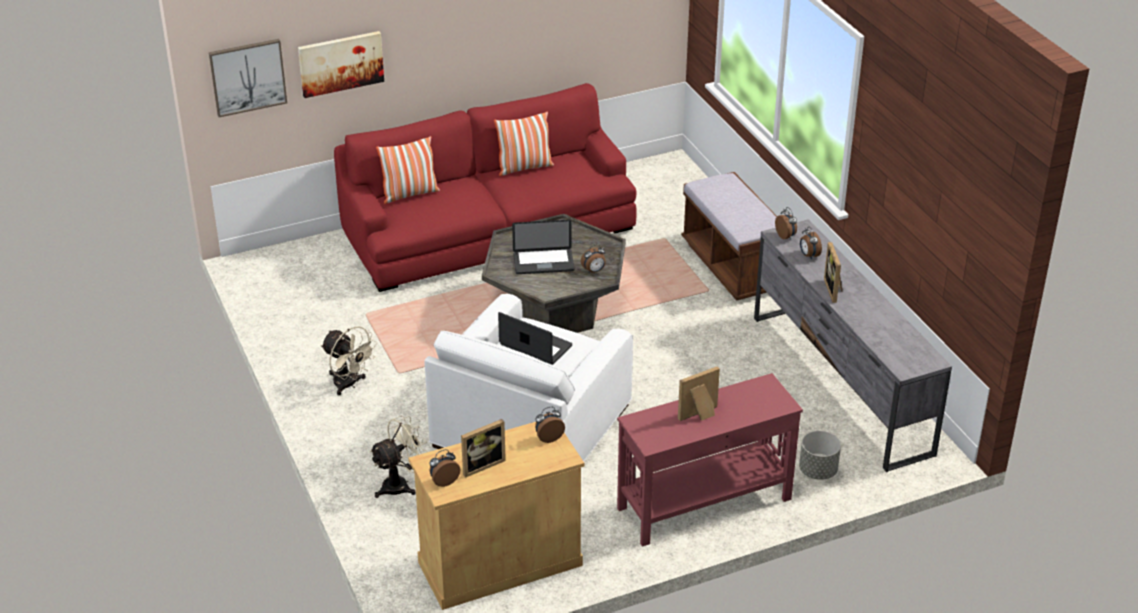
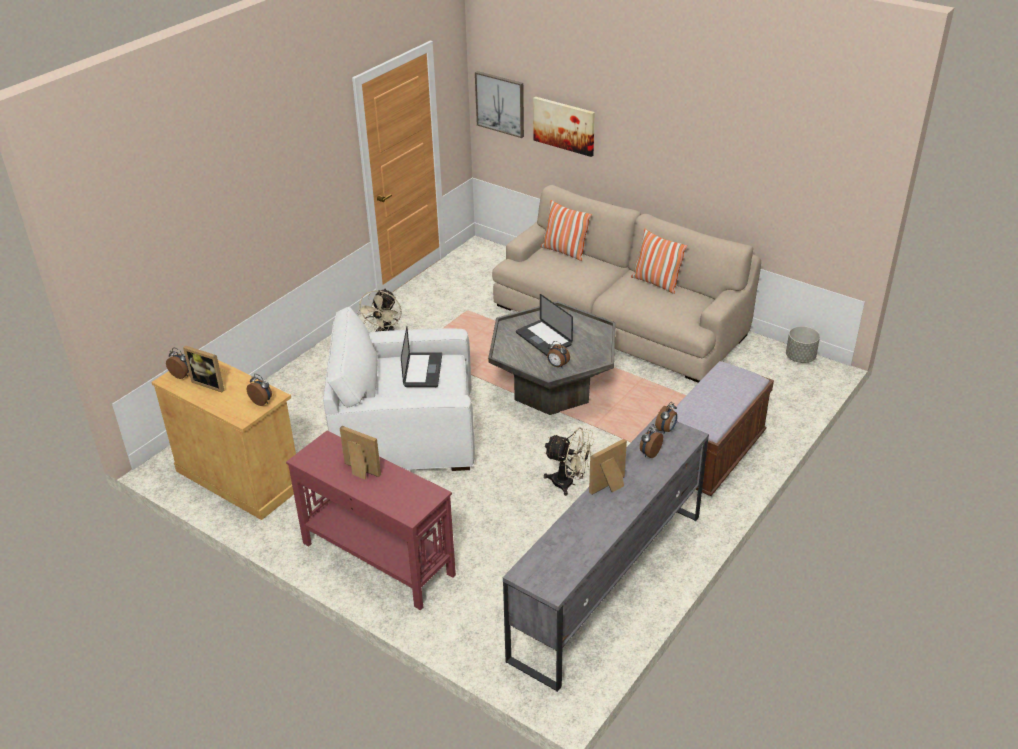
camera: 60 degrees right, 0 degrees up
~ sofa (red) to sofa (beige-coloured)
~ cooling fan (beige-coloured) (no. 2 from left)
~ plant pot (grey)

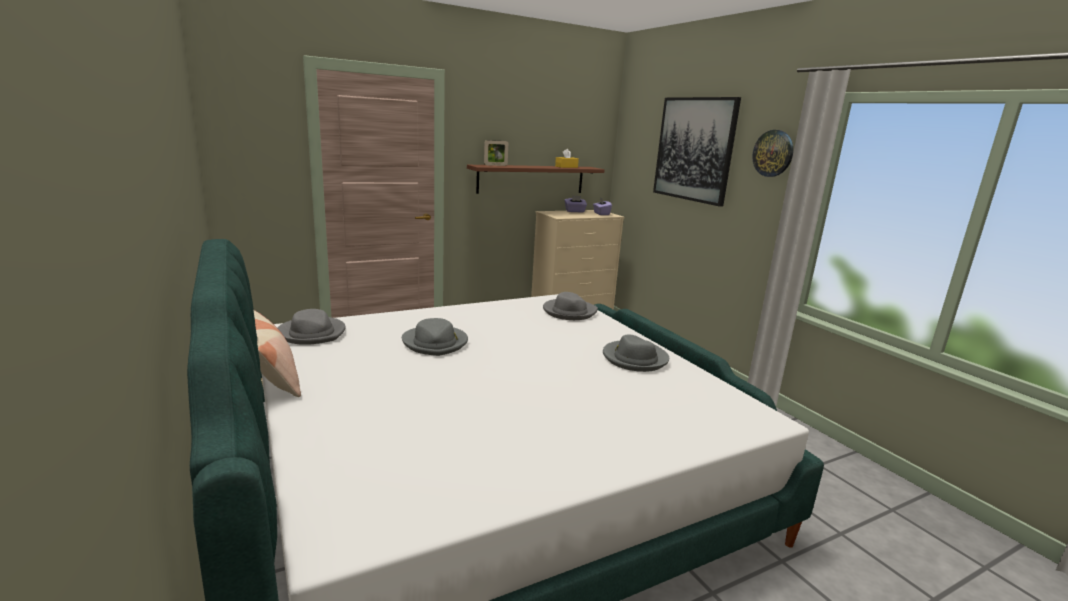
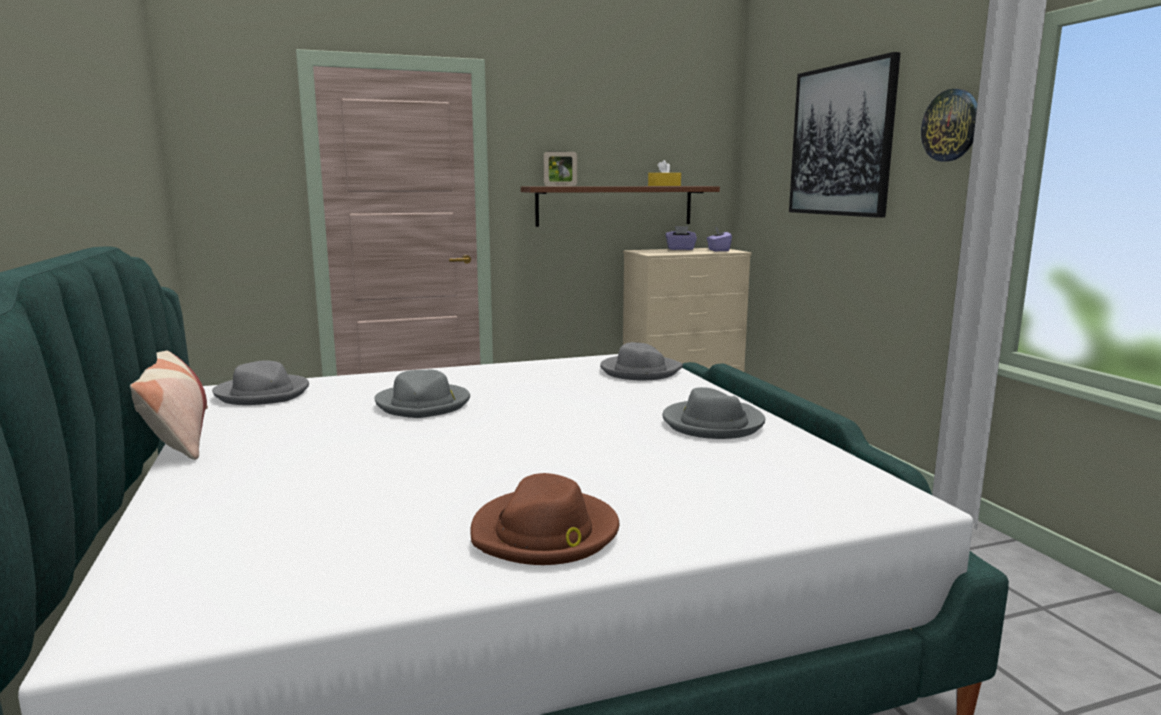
camera: 10 degrees right, 5 degrees down
+ wearable hat (brownish)

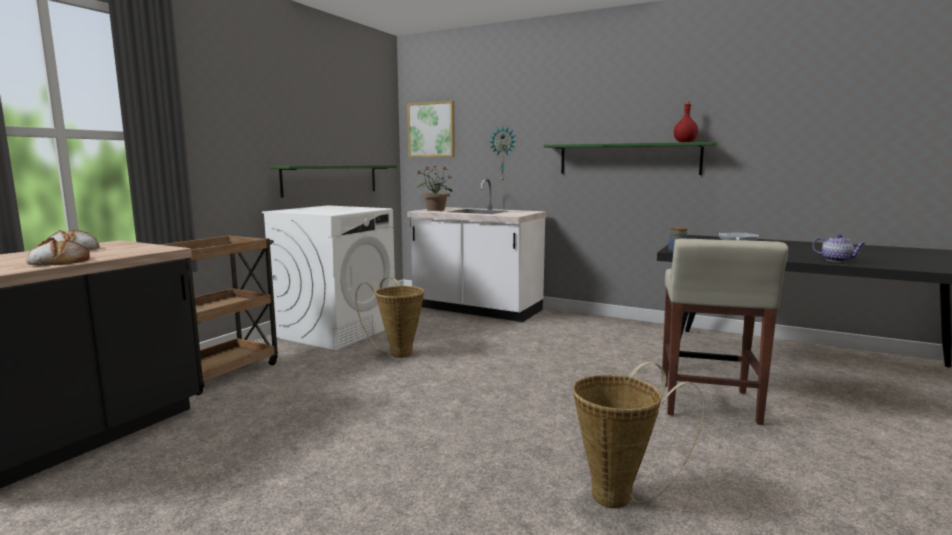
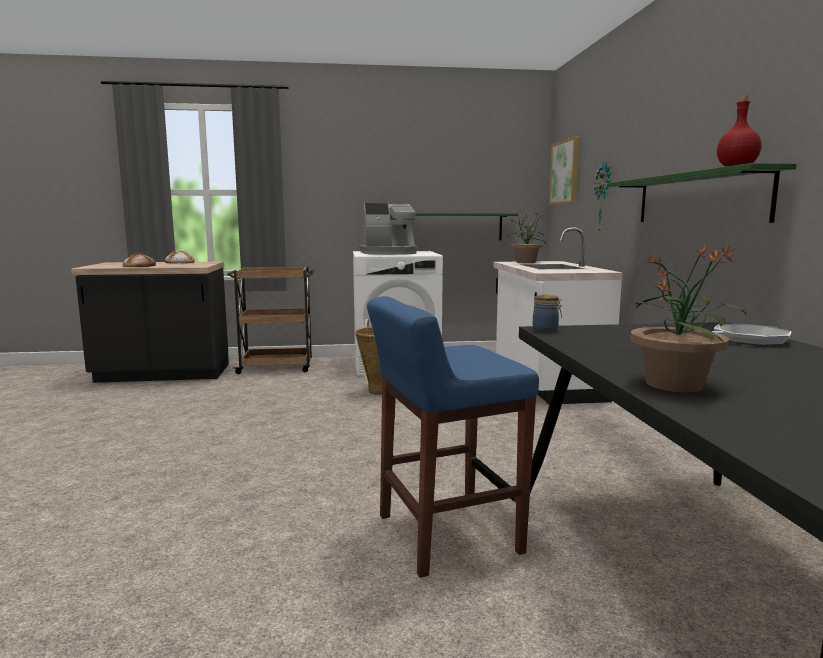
camera: 55 degrees right, 0 degrees up
~ tea pot to potted plant (no. 2 from left)
~ stool (beige-coloured) to stool (bluish)
- storage basket (no. 2 from left)
+ coffee machine

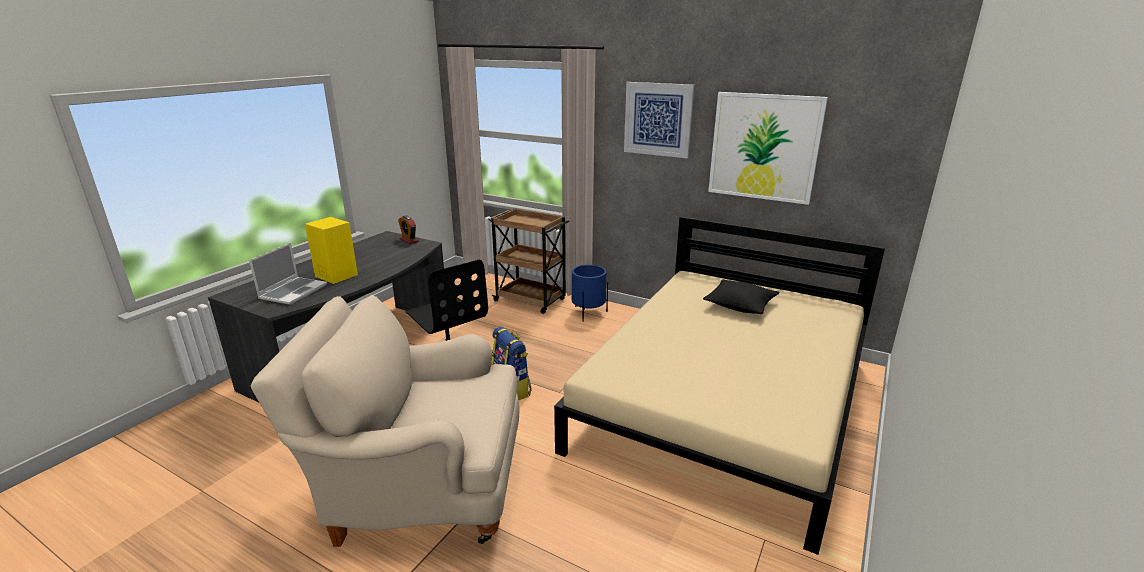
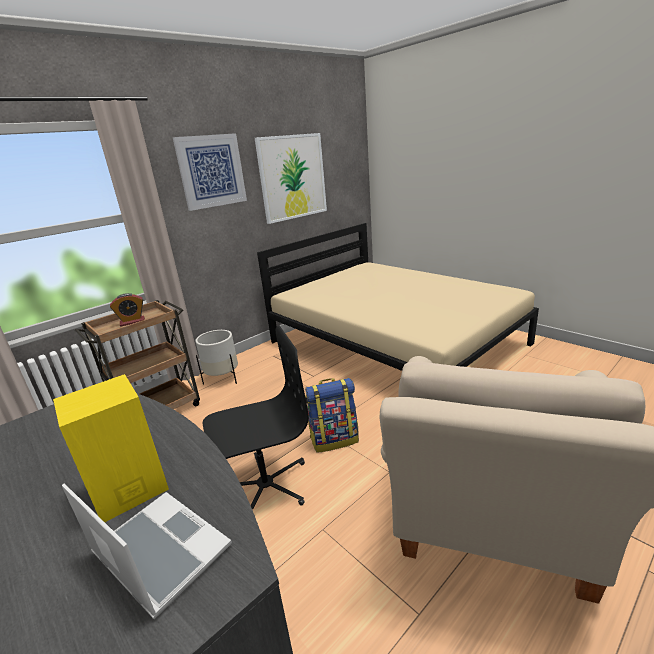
camera: 70 degrees left, 0 degrees up
~ alarm clock
~ plant pot (bluish) to plant pot (white-coloured)
- throw pillow (blackish)

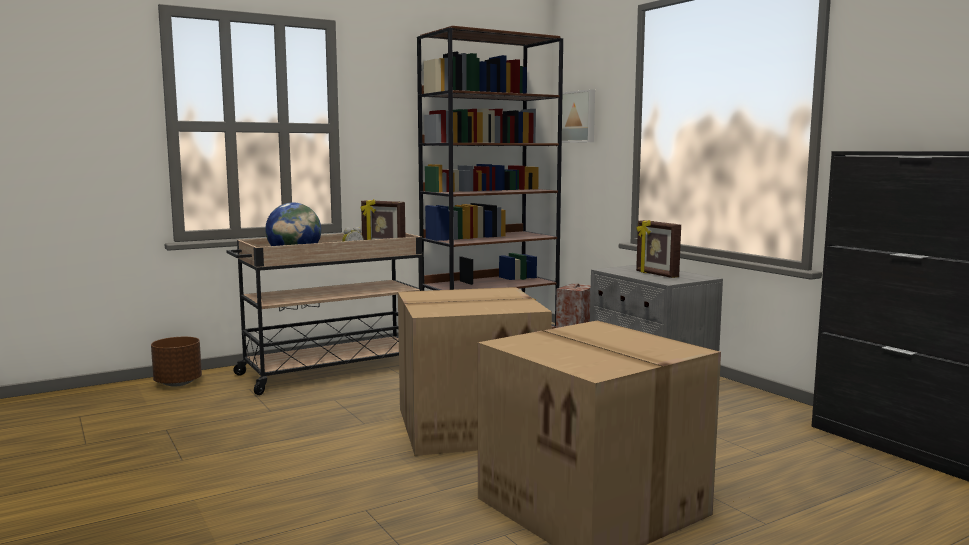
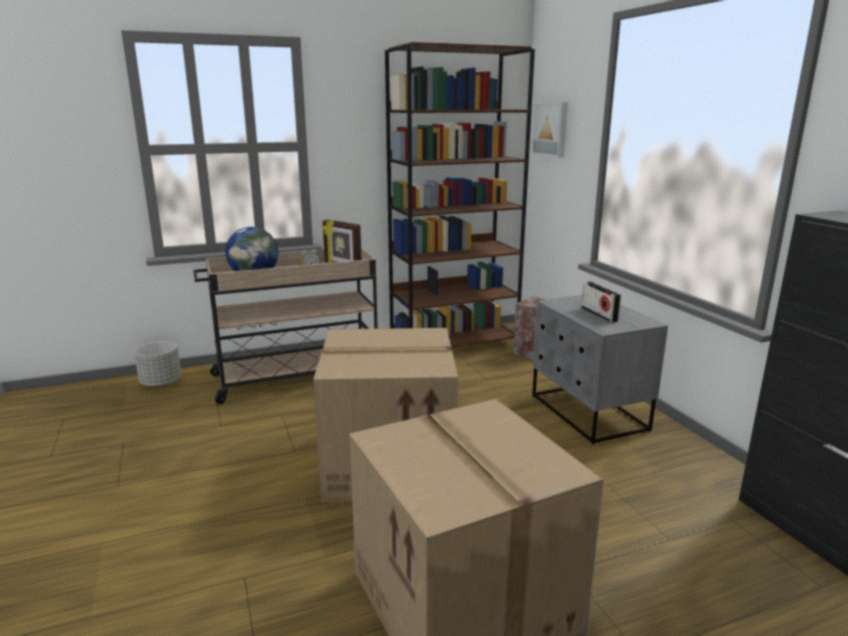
camera: 10 degrees right, 10 degrees up
~ photo frame (no. 2 from left) to radio set
~ plant pot (brownish) to plant pot (grey)

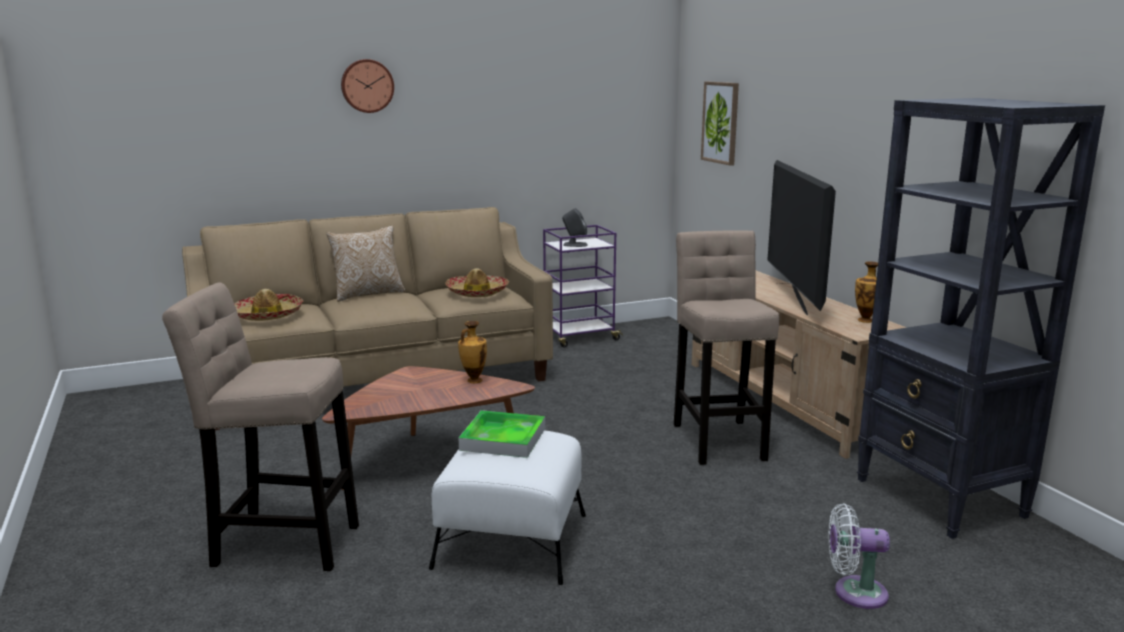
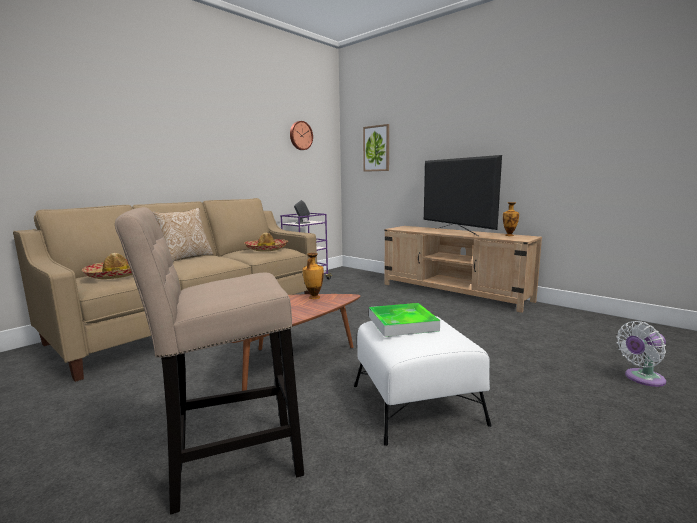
camera: 25 degrees left, 5 degrees down
~ hanging clock
- bookcase (blackish)
- stool (beige-coloured) (no. 2 from left)

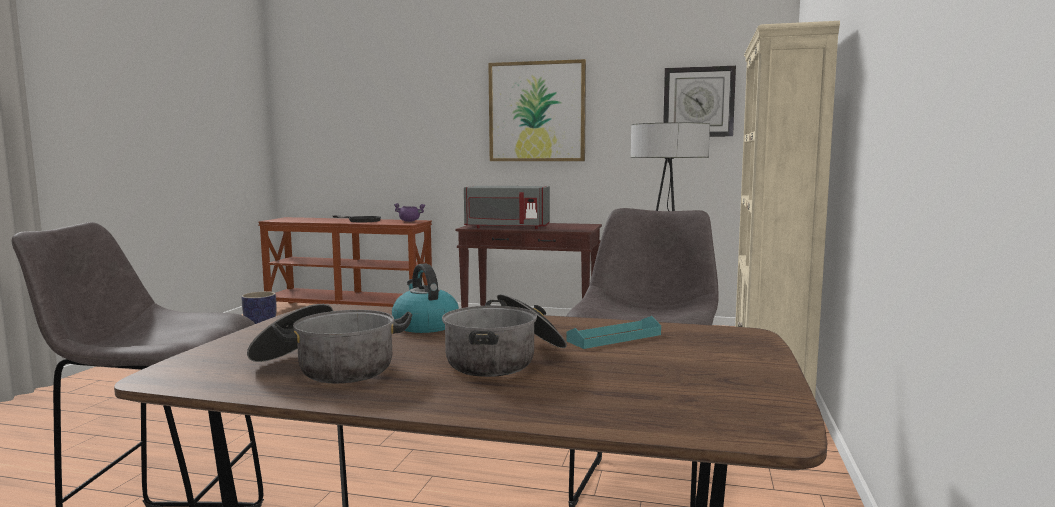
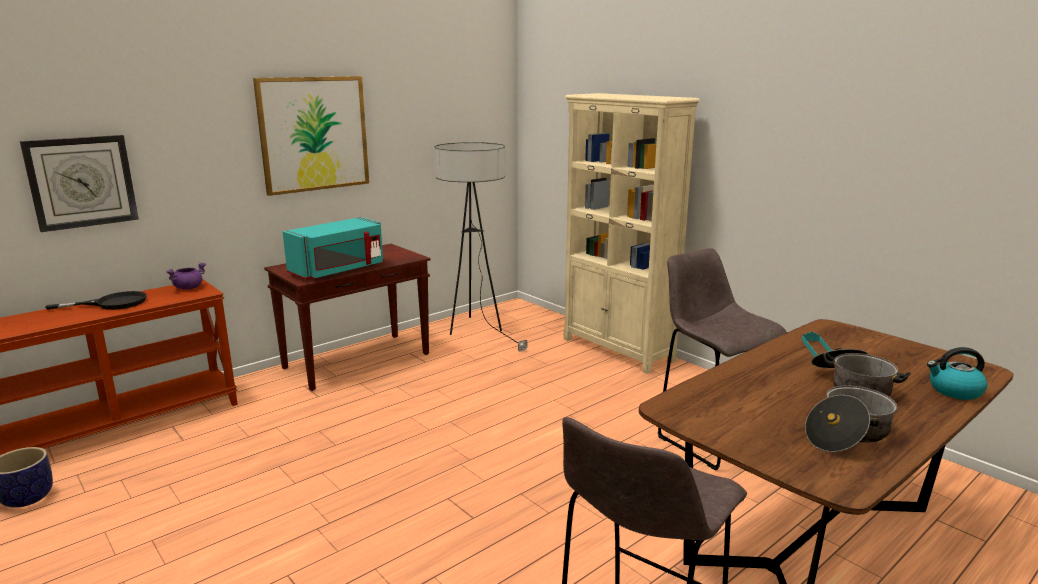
camera: 55 degrees left, 10 degrees up
~ hanging clock
~ kitchen microwave (grey) to kitchen microwave (turquoise-coloured)
~ kettle

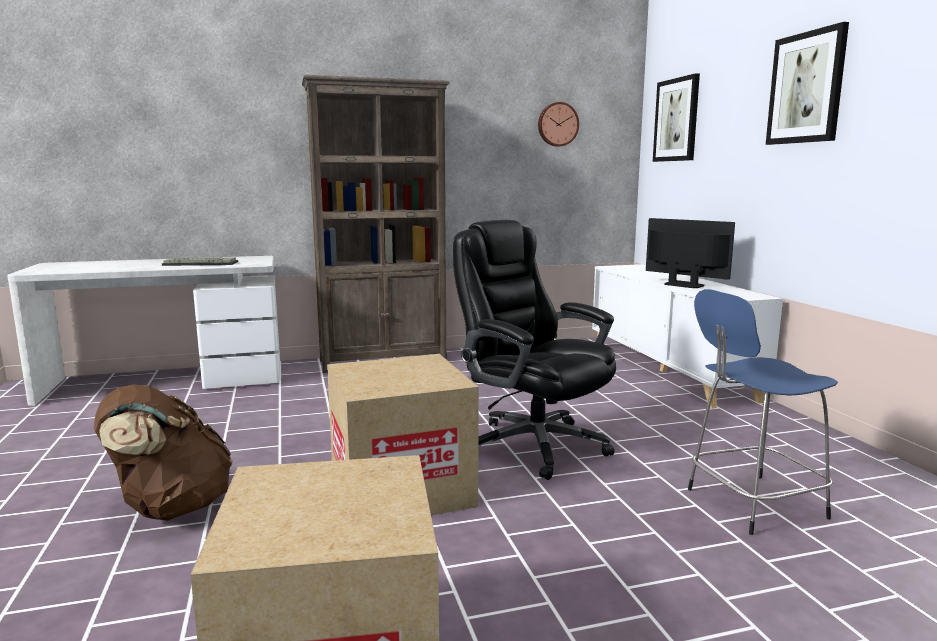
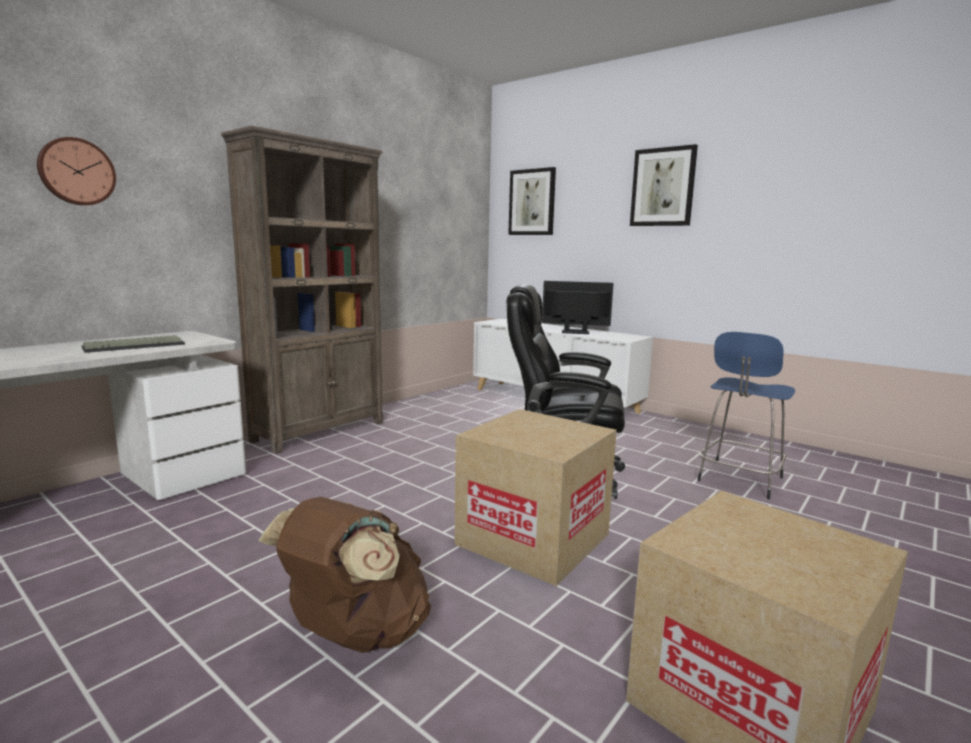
camera: 35 degrees left, 0 degrees up
~ hanging clock

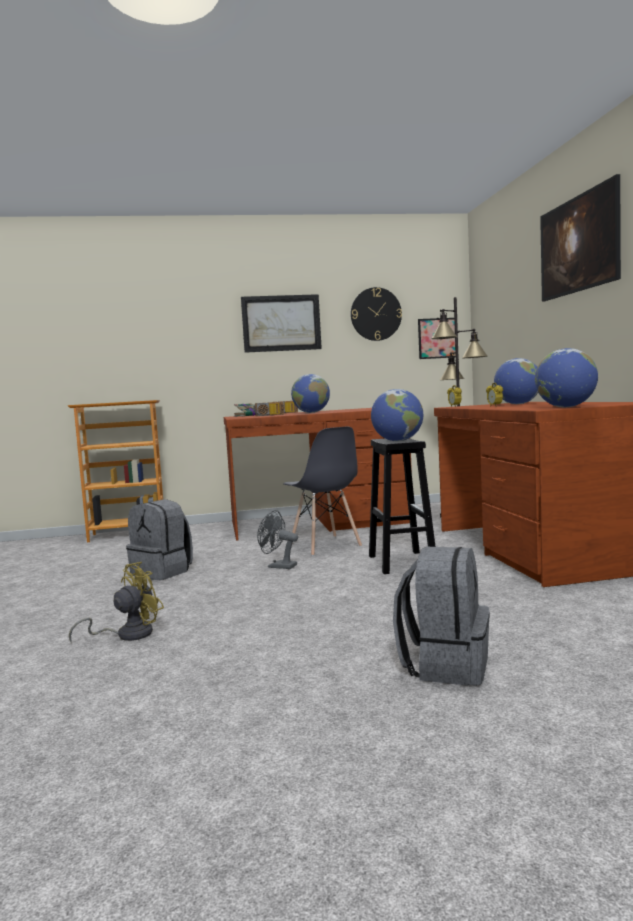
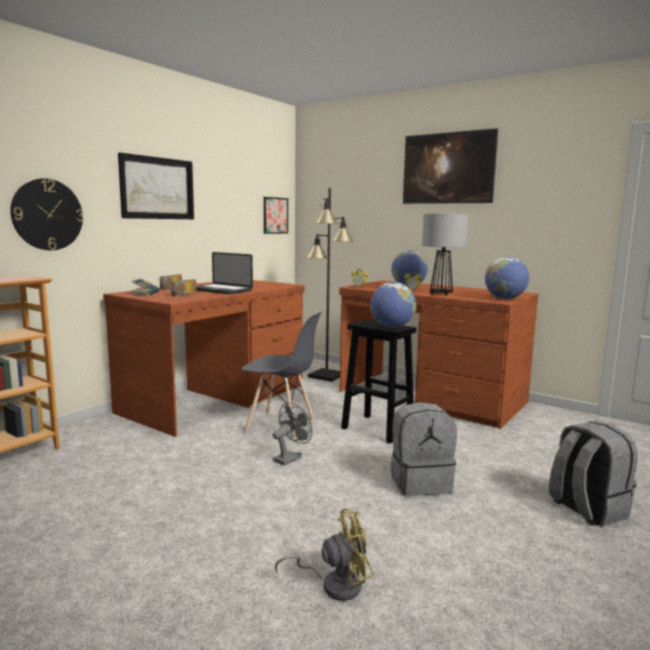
camera: 45 degrees left, 5 degrees up
~ hanging clock
~ globe (no. 1 from left) to portable computer
~ knapsack (grey) (no. 1 from left)
~ cooling fan (grey) 150 degrees clockwise
~ cooling fan (yellow) 75 degrees clockwise
+ table lamp

